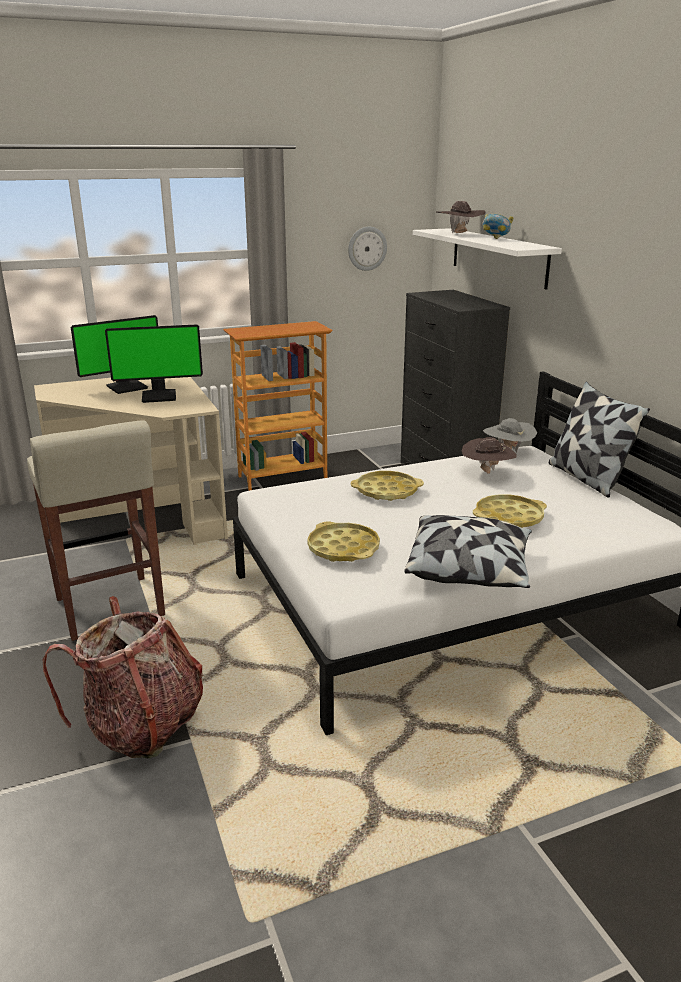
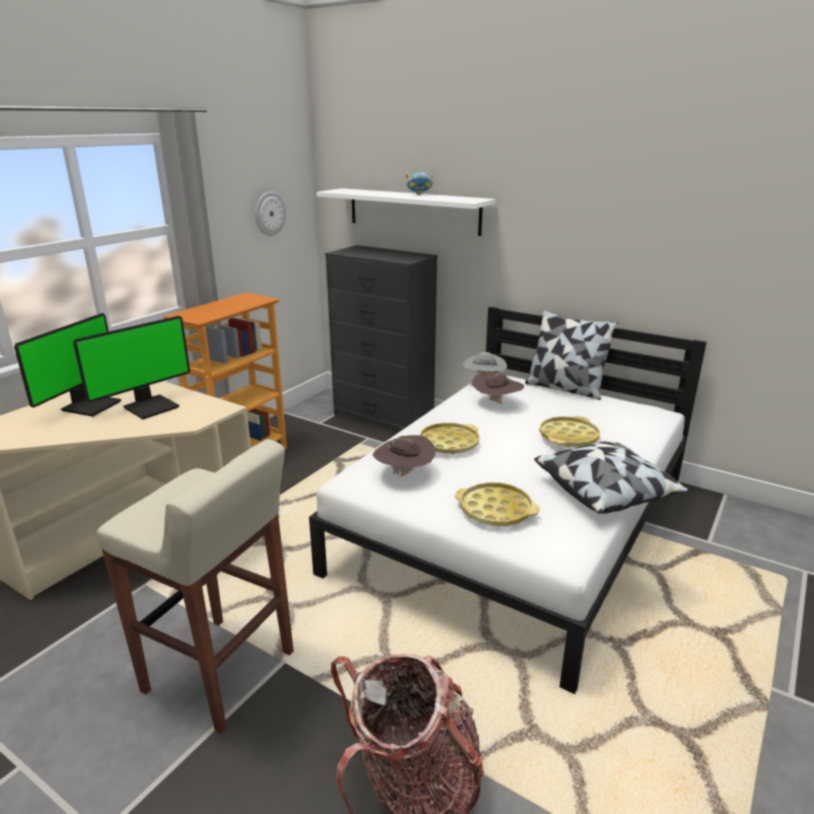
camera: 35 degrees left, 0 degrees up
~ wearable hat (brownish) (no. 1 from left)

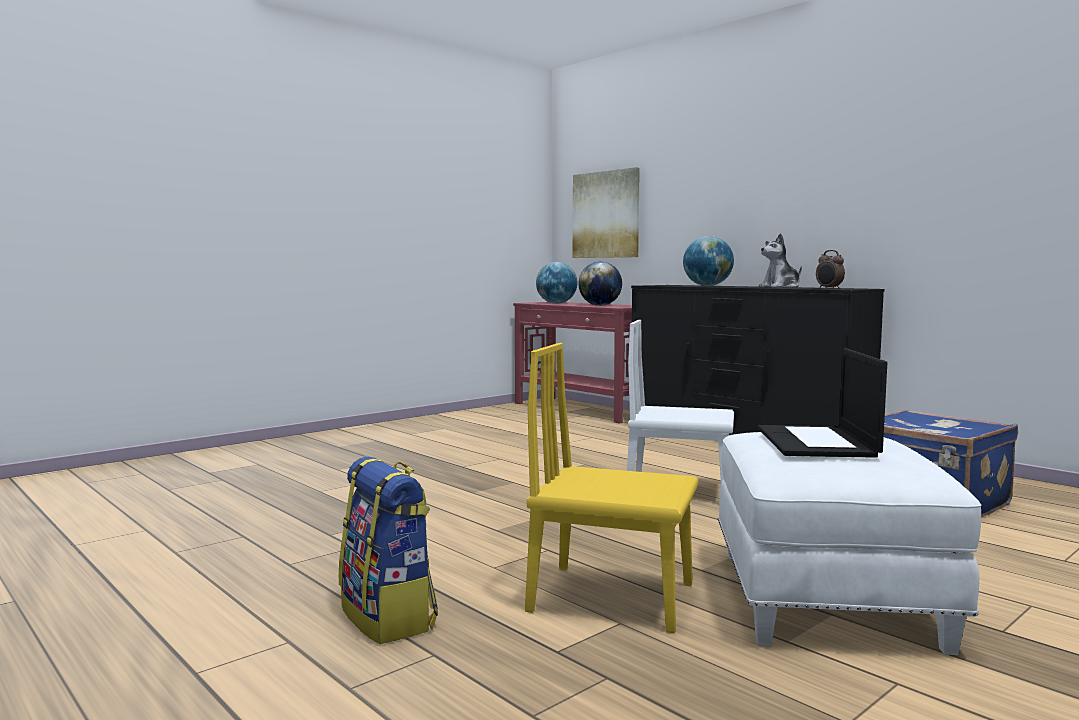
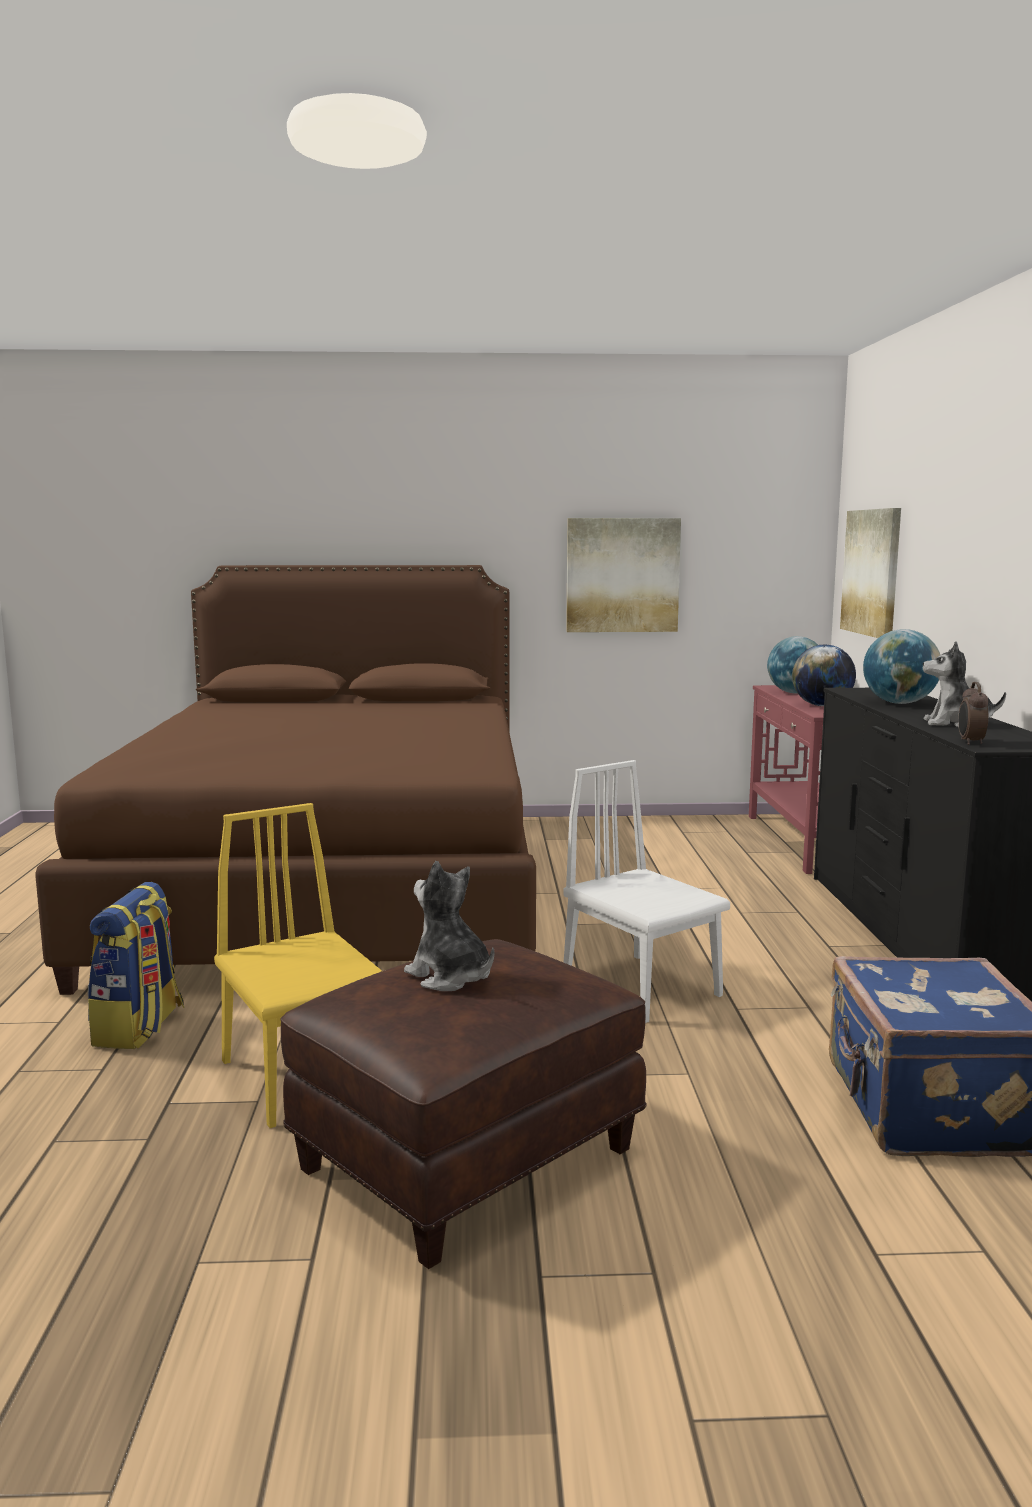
camera: 40 degrees right, 5 degrees up
~ portable computer to cuddly toy (no. 1 from left)
~ ottoman (white-coloured) to ottoman (brownish)
+ picture (no. 1 from left)
+ sleeping bed (brownish)

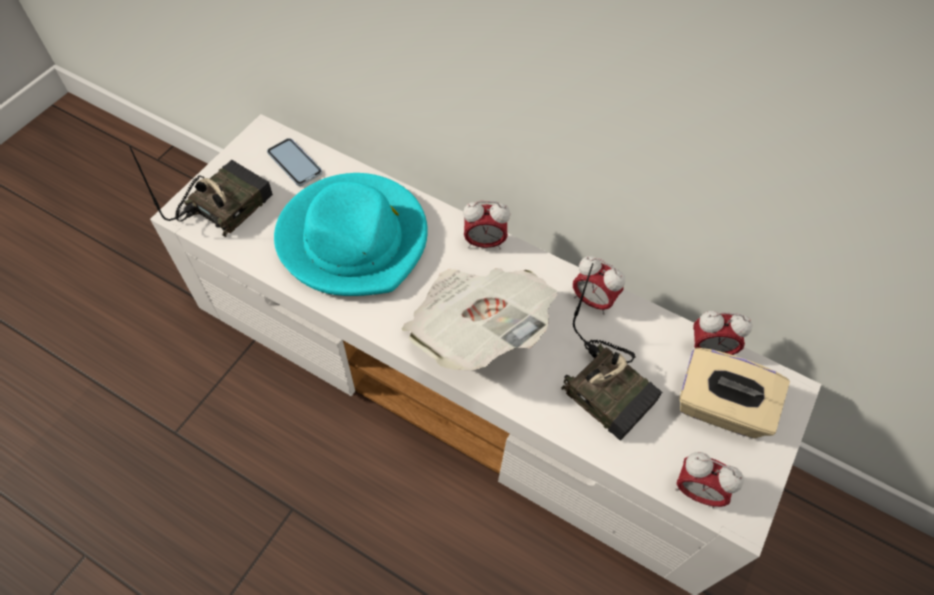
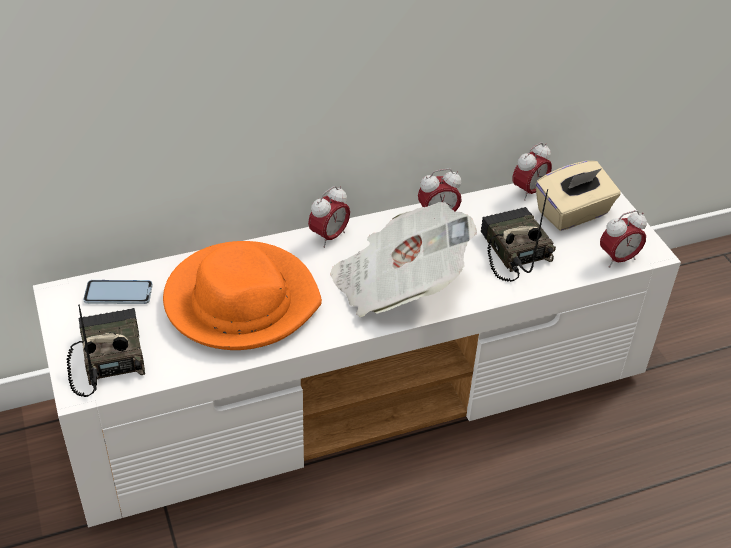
camera: 50 degrees left, 15 degrees down
~ wearable hat (turquoise-coloured) to wearable hat (orange-coloured)
~ radio set (no. 2 from left) 105 degrees counterclockwise

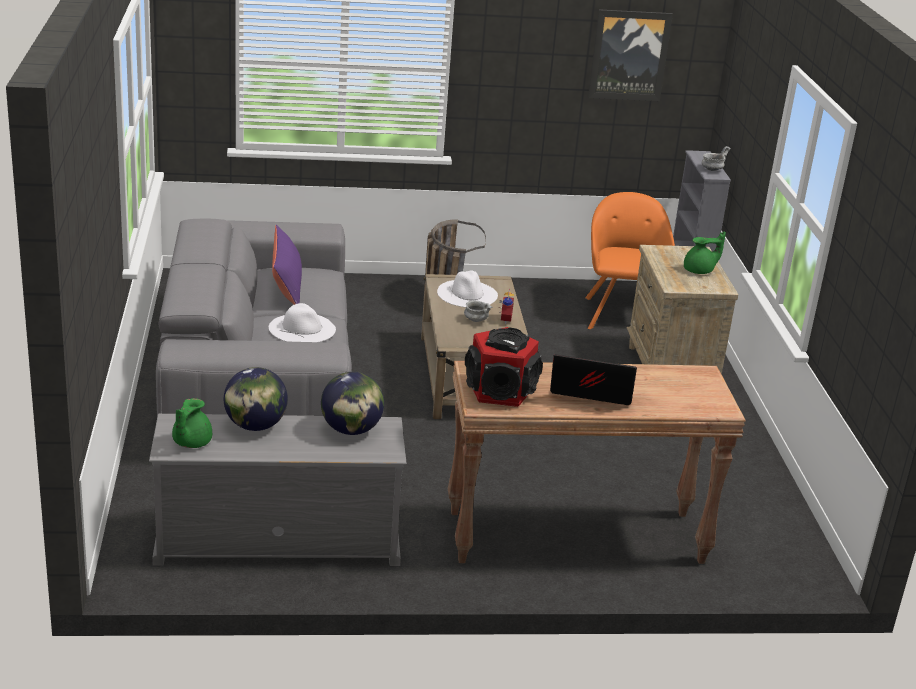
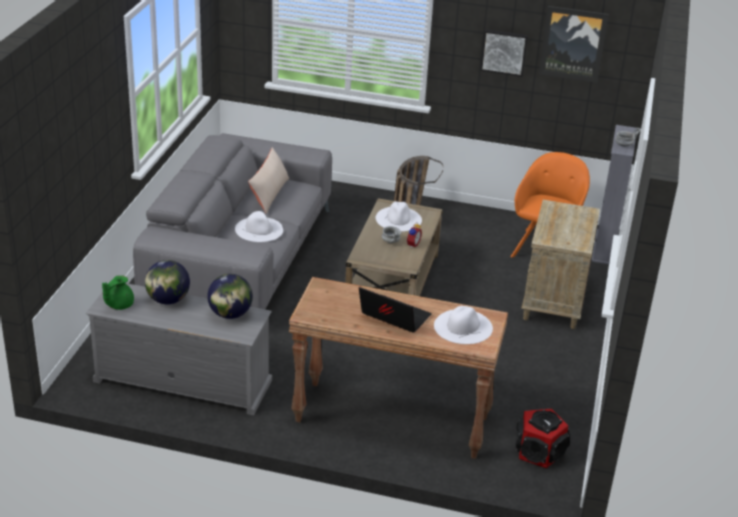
camera: 20 degrees right, 5 degrees up
~ throw pillow (purple-coloured) to throw pillow (beige-coloured)
- tea pot (greenish) (no. 2 from left)
~ audio speaker
+ picture (no. 1 from left)
+ wearable hat (white-coloured) (no. 3 from left)

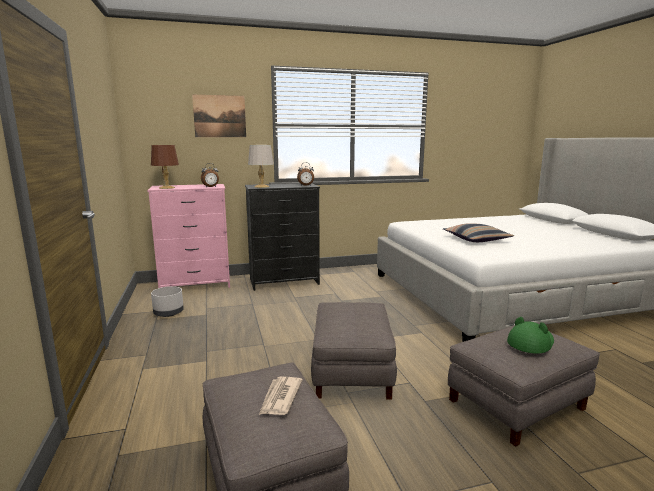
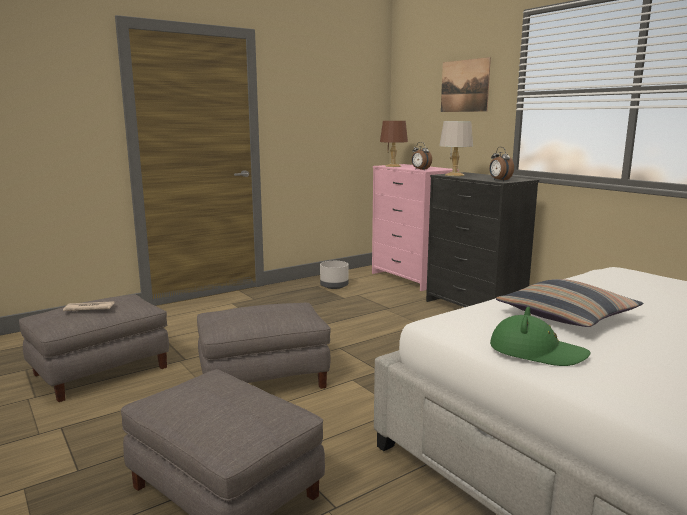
camera: 70 degrees right, 0 degrees up
~ wearable hat (greenish)

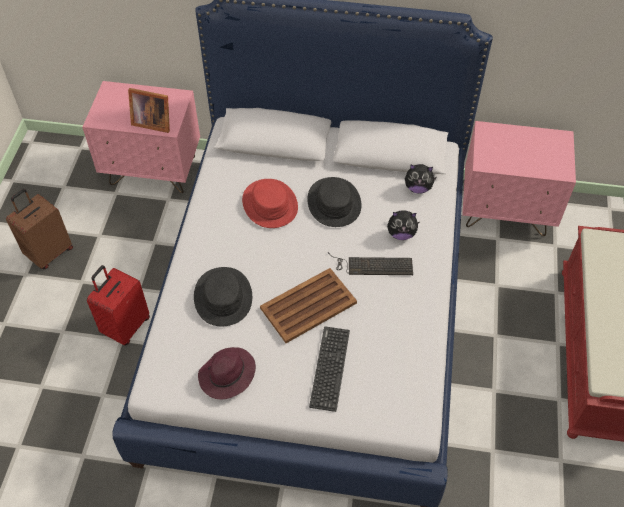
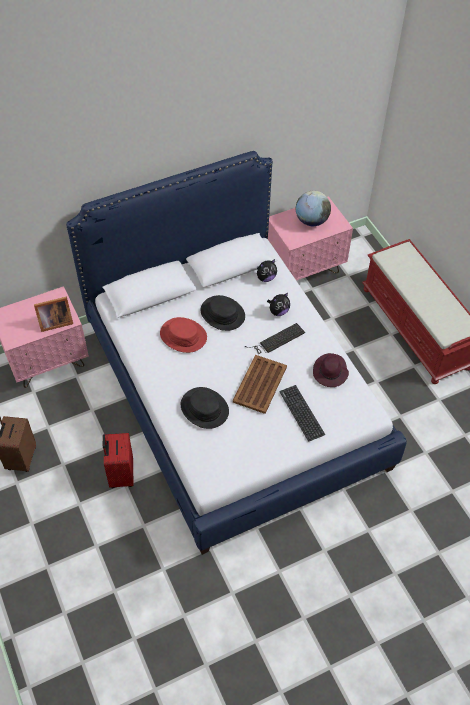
camera: 35 degrees left, 0 degrees up
~ wearable hat (purple-coloured)
+ globe

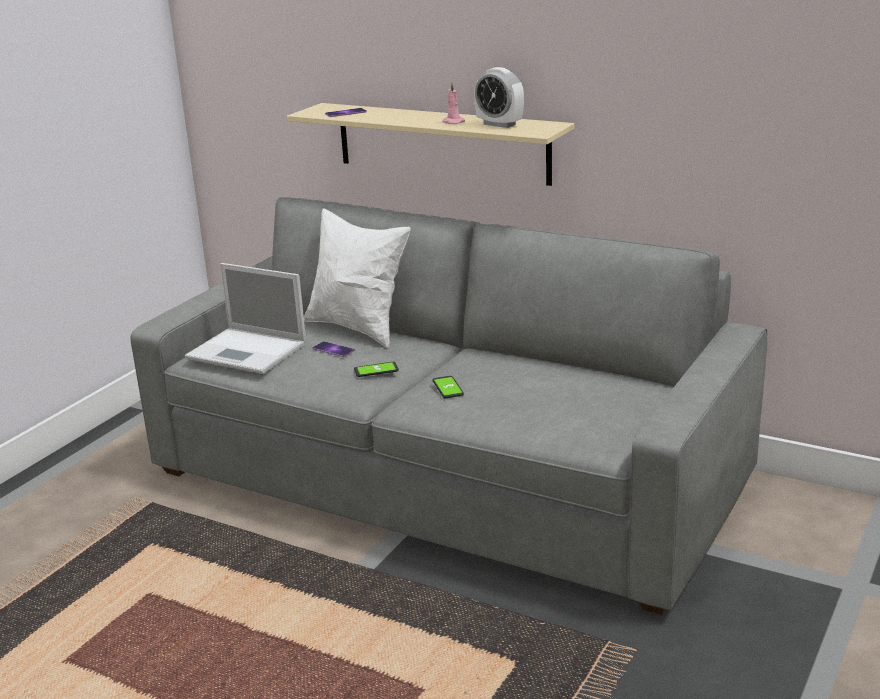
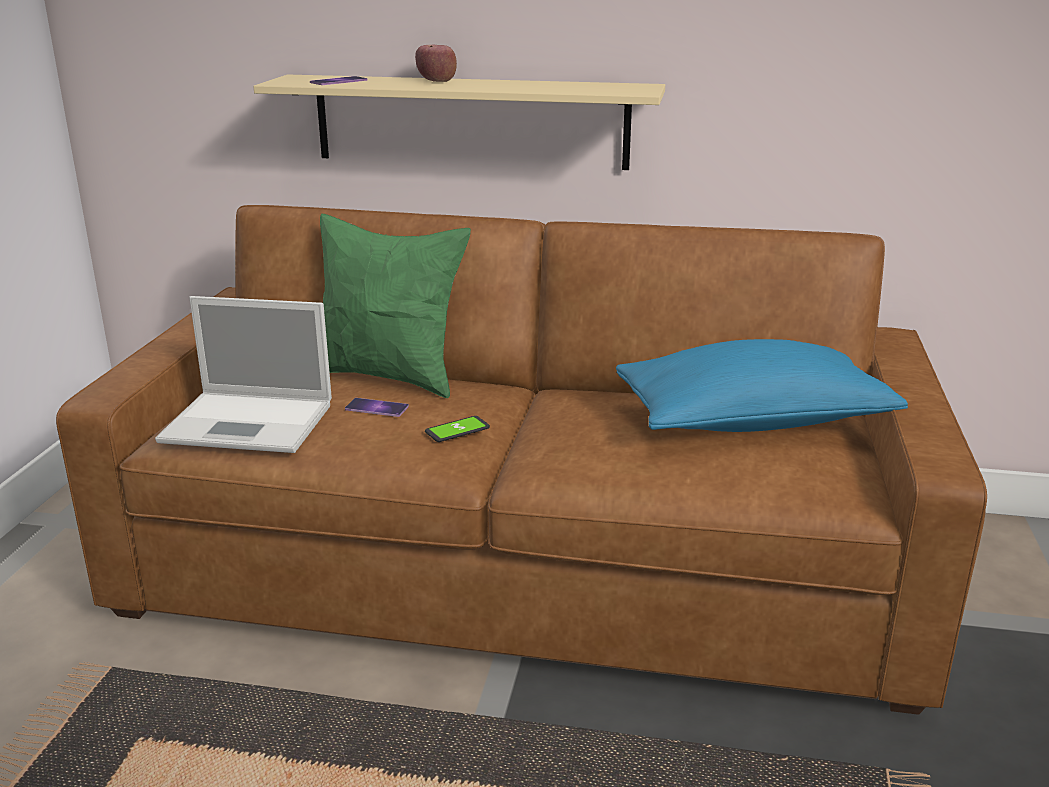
camera: 20 degrees left, 0 degrees up
- alarm clock
- wax candle (pinkish)
~ sofa (grey) to sofa (brownish)
~ throw pillow (white-coloured) to throw pillow (greenish)
- telephone (no. 4 from left)
+ whole apple
+ throw pillow (bluish)

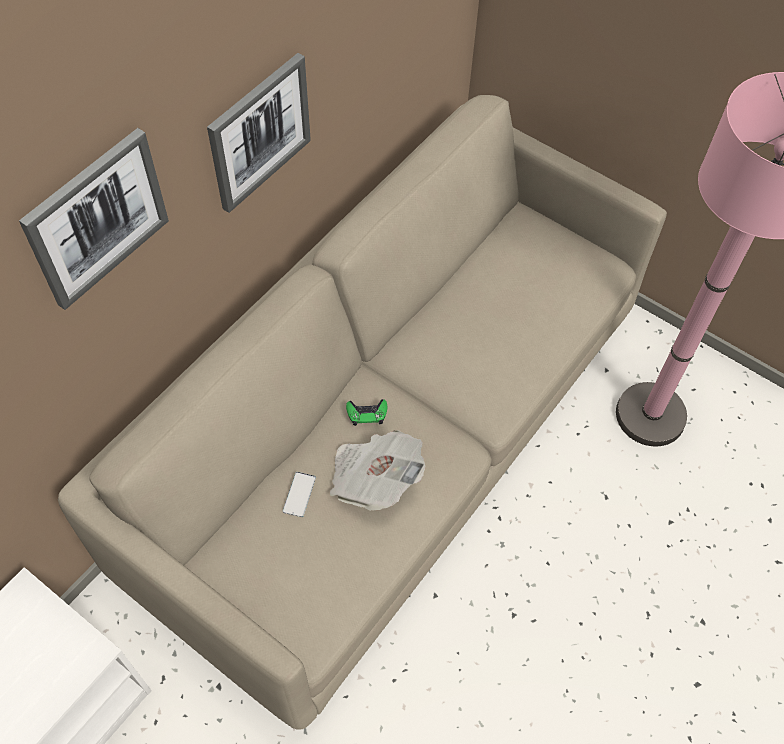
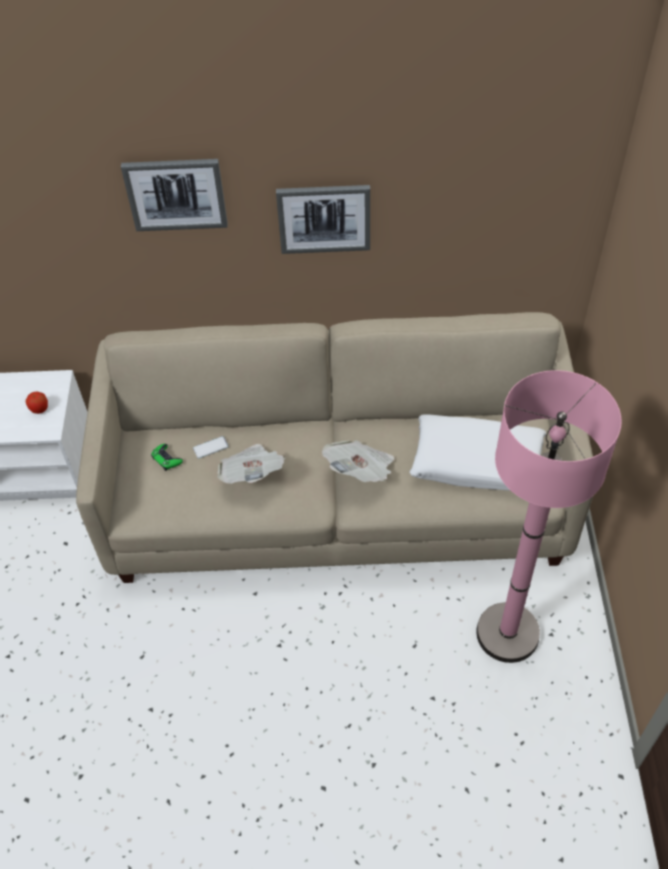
camera: 55 degrees right, 5 degrees down
~ joypad (greenish)
+ whole apple
+ throw pillow (white-coloured)
+ newspaper (no. 2 from left)

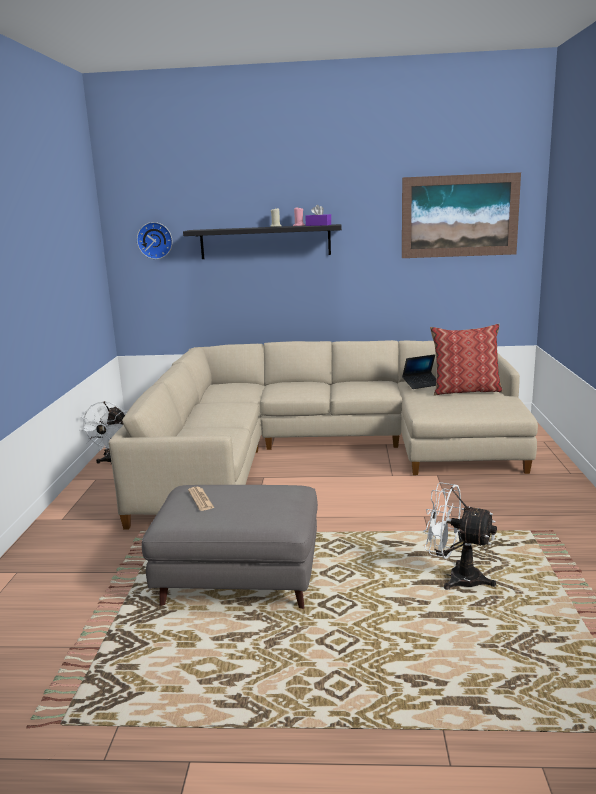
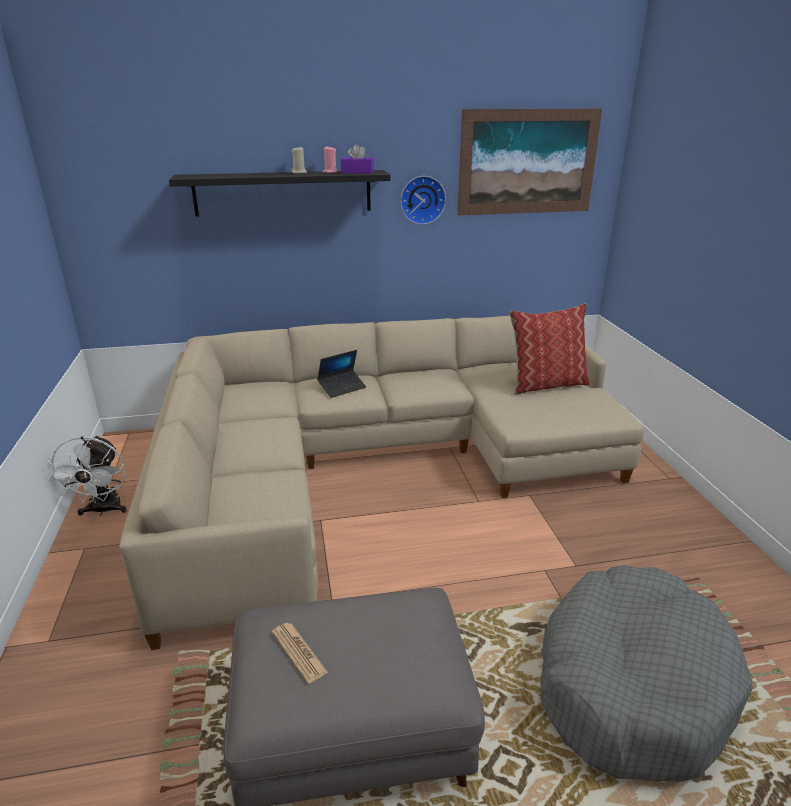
camera: 15 degrees left, 10 degrees up
~ hanging clock
~ portable computer
~ cooling fan (white-coloured) (no. 2 from left) to pet bed (grey)

